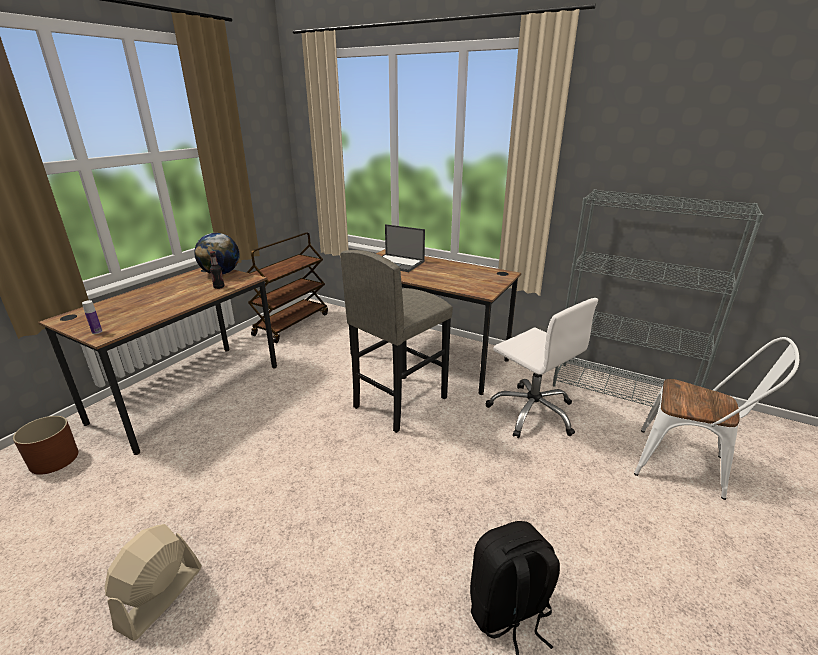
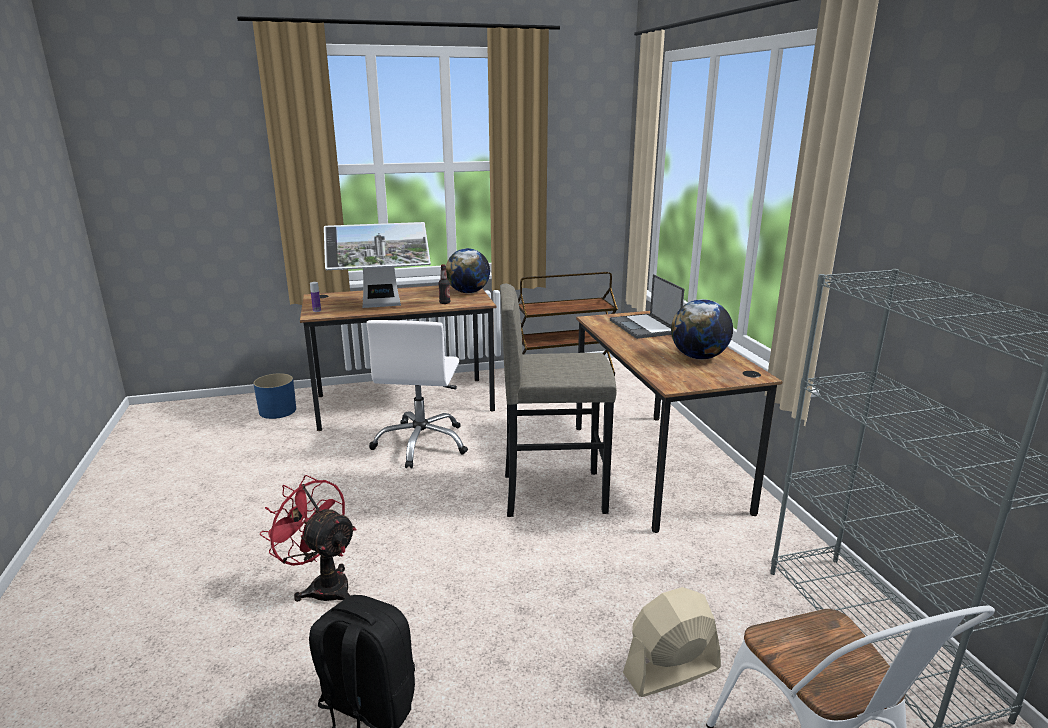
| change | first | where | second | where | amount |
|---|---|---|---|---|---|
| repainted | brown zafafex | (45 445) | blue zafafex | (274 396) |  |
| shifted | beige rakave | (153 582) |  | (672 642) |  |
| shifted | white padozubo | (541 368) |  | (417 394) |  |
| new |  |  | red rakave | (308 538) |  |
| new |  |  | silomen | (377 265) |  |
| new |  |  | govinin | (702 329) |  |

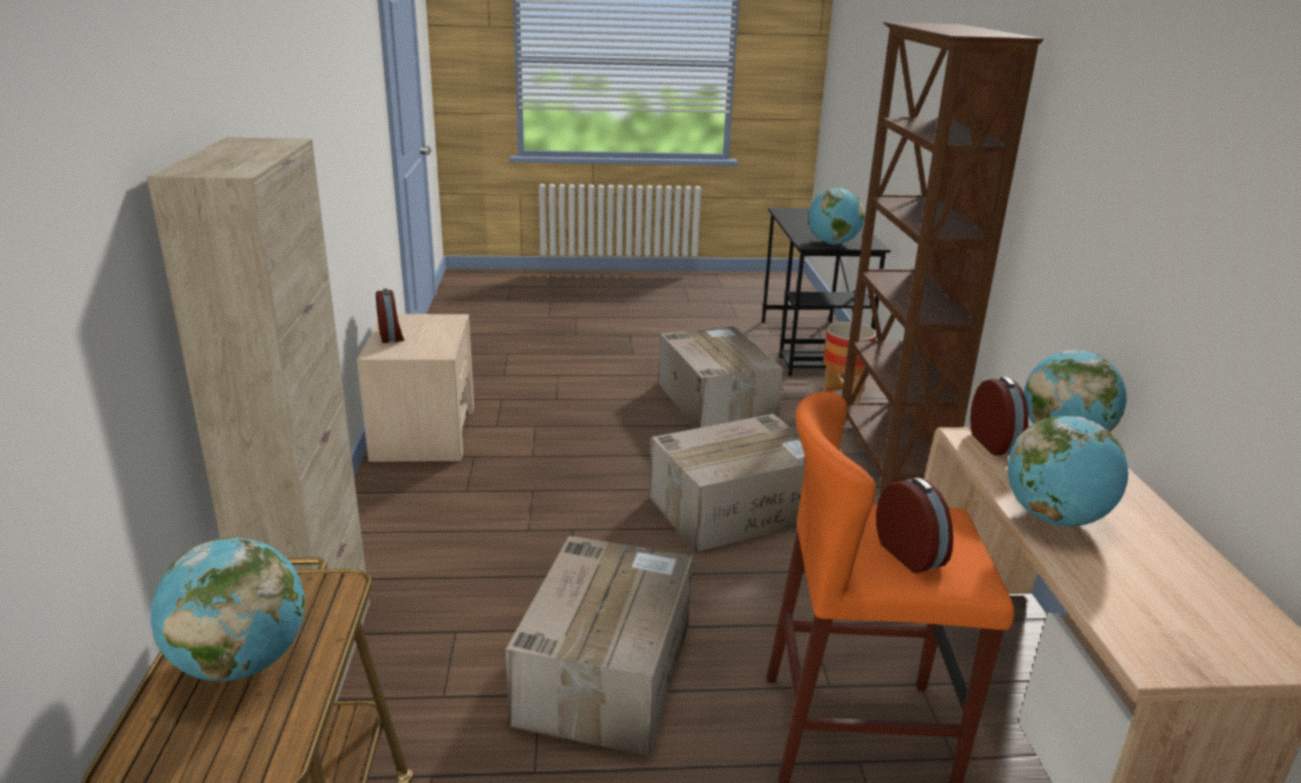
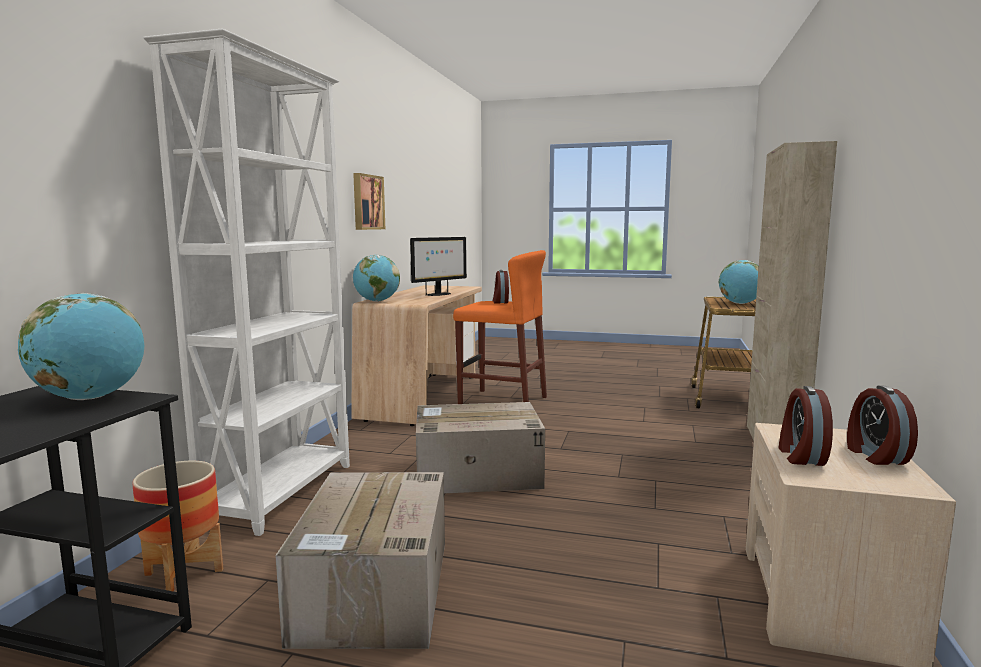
| change | first | where | second | where | amount |
|---|---|---|---|---|---|
| gone | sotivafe | (599 646) |  |  |  |
| repainted | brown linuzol | (942 258) | white linuzol | (246 282) |  |
| shifted | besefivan | (999 416) |  | (806 426) |  |
| swapped | govinin | (1068 471) | silomen | (438 266) |  |
| new |  |  | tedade | (369 201) |  |

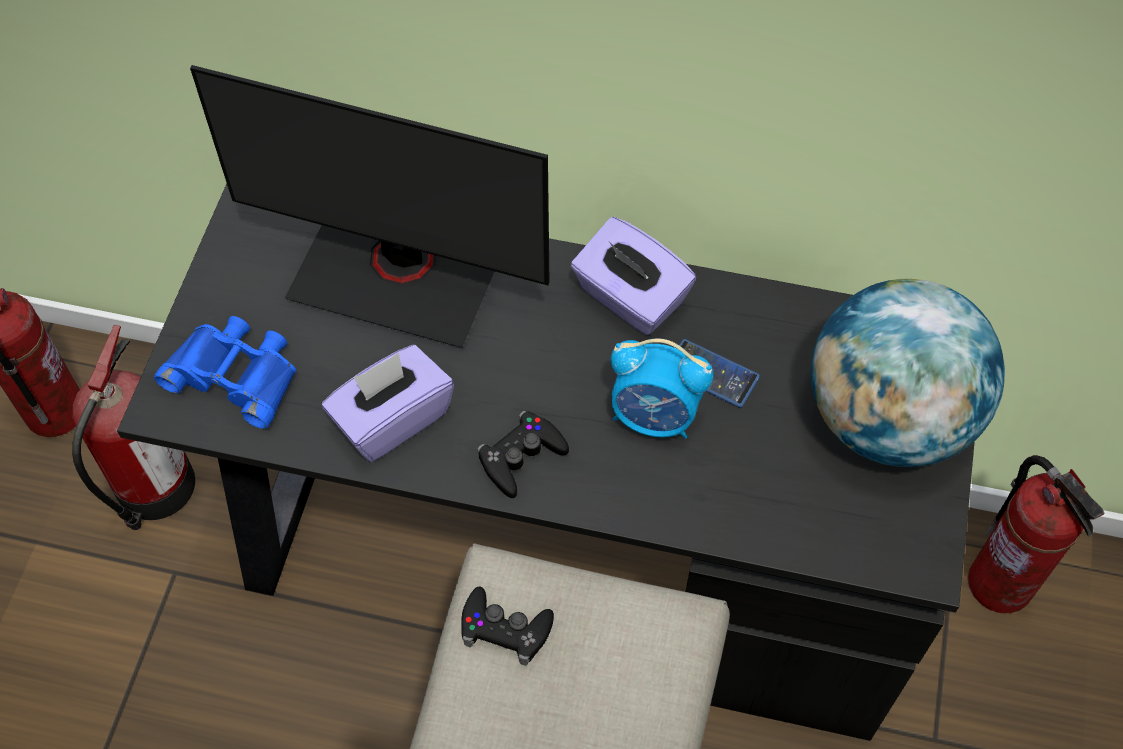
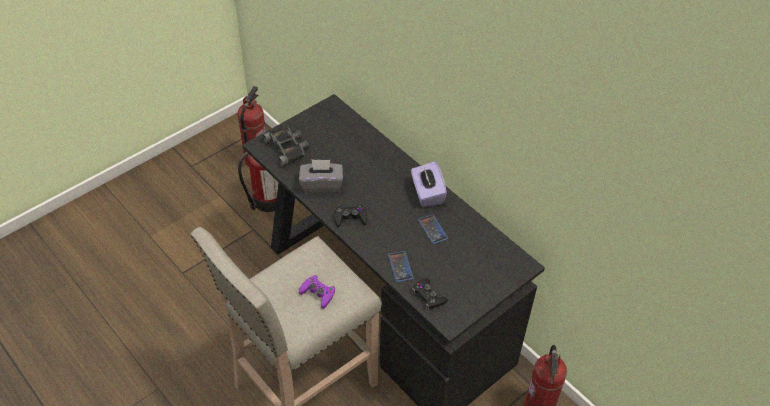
| change | first | where | second | where | amount |
|---|---|---|---|---|---|
| repainted | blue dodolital | (225 372) | black dodolital | (286 147) |  |
| gone | silomen | (370 206) |  |  |  |
| repainted | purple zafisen | (388 403) | grey zafisen | (321 176) |  |
| shifted | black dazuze | (507 626) |  | (430 294) |  |
| gone | besefivan | (662 389) |  |  |  |
| gone | govinin | (908 373) |  |  |  |
| new |  |  | purple dazuze | (317 292) |  |
| new |  |  | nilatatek | (401 266) |  |

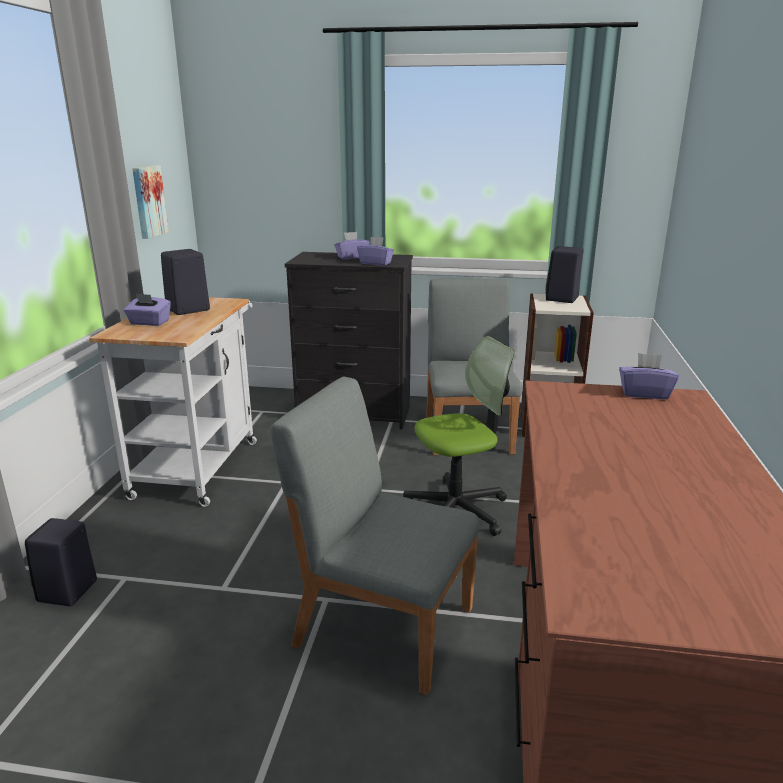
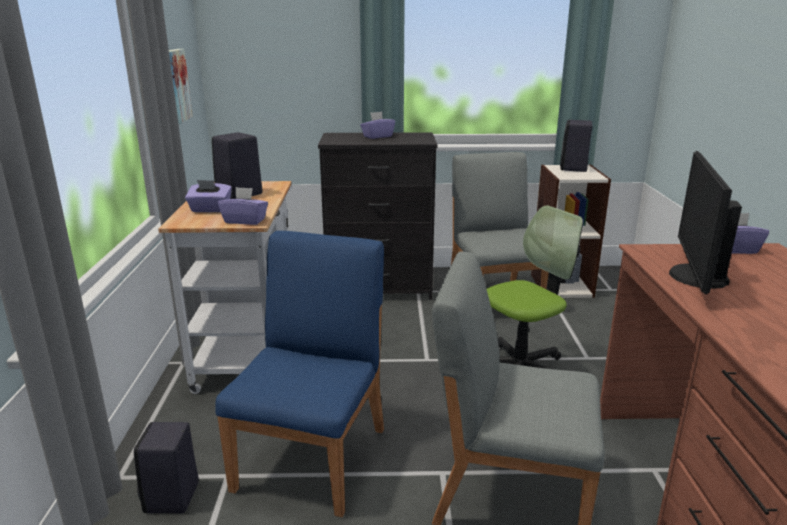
| change | first | where | second | where | amount |
|---|---|---|---|---|---|
| shifted | purple zafisen | (375 251) |  | (243 206) |  |
| new |  |  | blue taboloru | (299 374) |  |
| new |  |  | silomen | (705 222) |  |

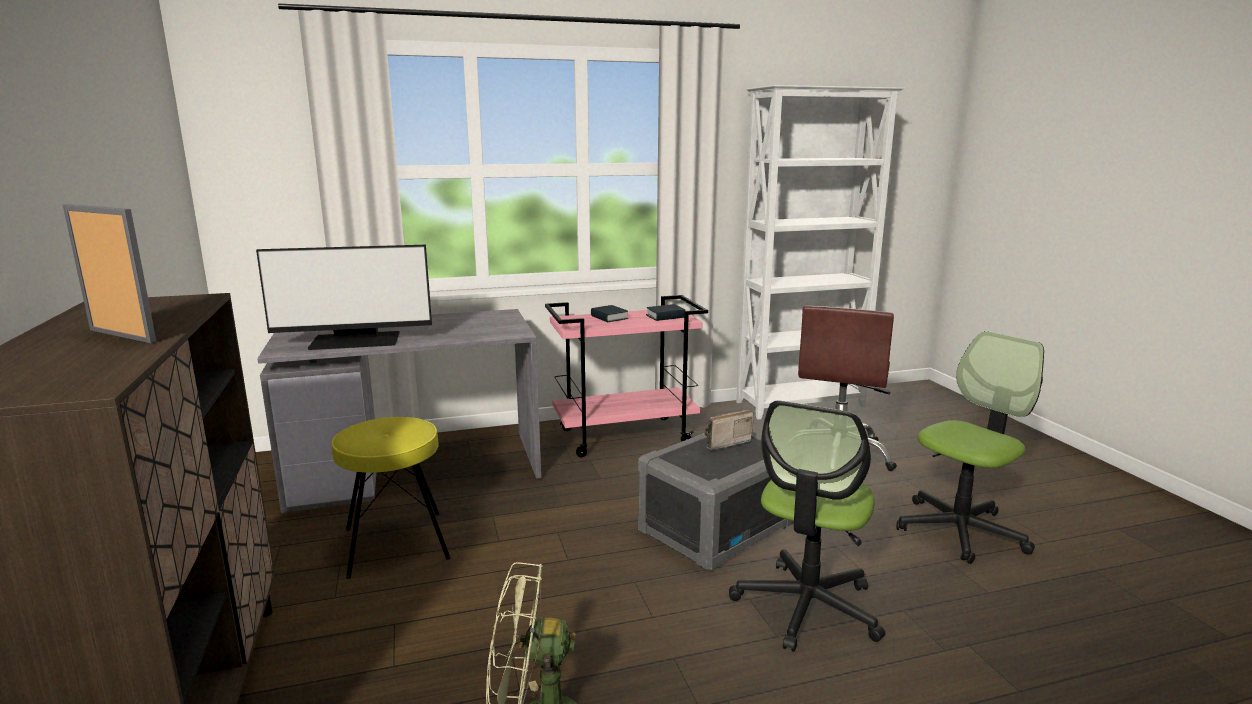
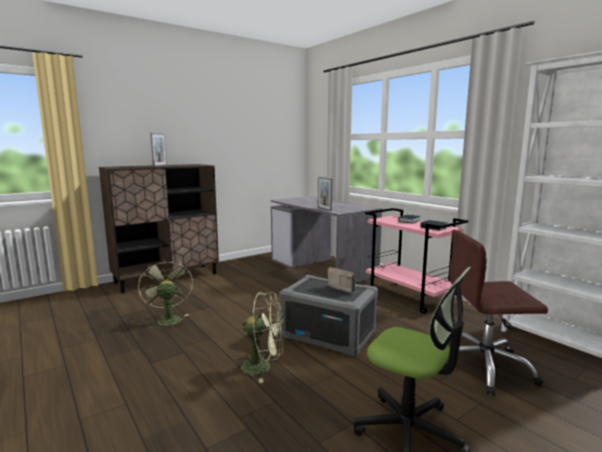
| change | first | where | second | where | amount |
|---|---|---|---|---|---|
| gone | silomen | (344 297) |  |  |  |
| gone | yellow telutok | (391 498) |  |  |  |
| swapped | padozubo | (807 526) | green rakave | (259 337) |  |
| new |  |  | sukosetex | (325 194) |  |

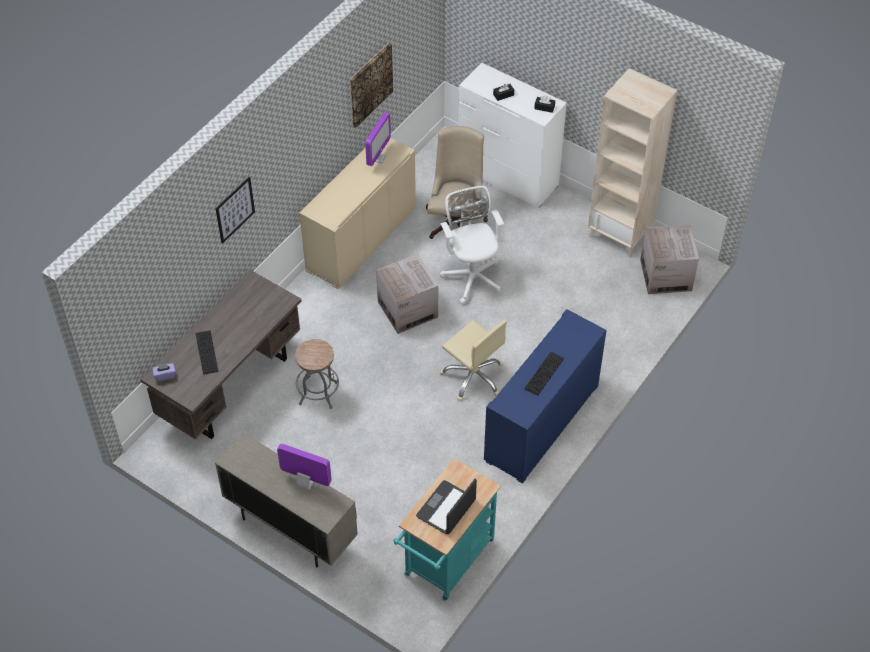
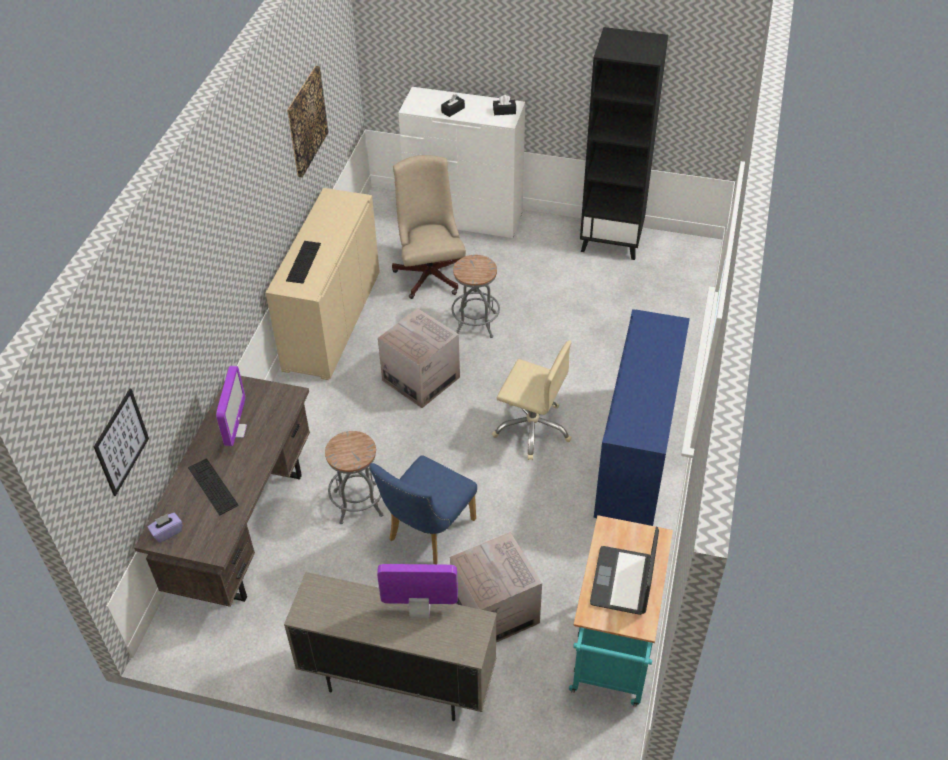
| change | first | where | second | where | amount |
|---|---|---|---|---|---|
| shifted | tedade | (235 210) |  | (121 442) |  |
| shifted | silomen | (378 139) |  | (231 406) |  |
| swapped | white padozubo | (472 245) | grey telutok | (476 296) |  |
| shifted | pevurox | (544 374) |  | (303 262) |  |
| repainted | beige linuzol | (632 163) | black linuzol | (624 143) |  |
| shifted | sotivafe | (669 259) |  | (496 587) |  |
| new |  |  | blue taboloru | (423 509) |  |

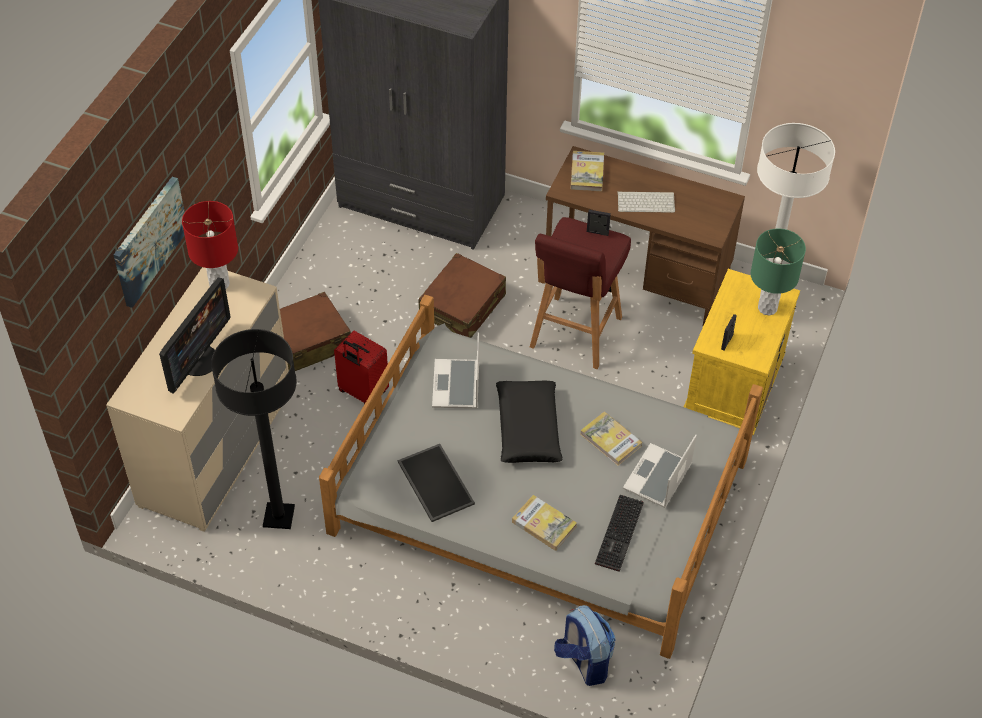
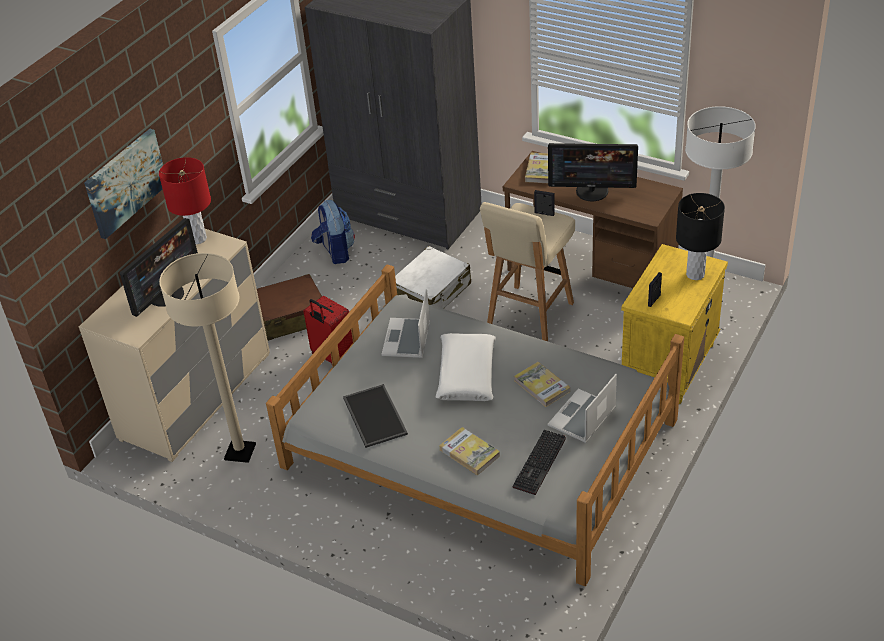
| change | first | where | second | where | amount |
|---|---|---|---|---|---|
| repainted | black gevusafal | (254 429) | beige gevusafal | (207 358) |  |
| repainted | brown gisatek | (462 295) | white gisatek | (433 277) |  |
| repainted | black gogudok | (529 422) | white gogudok | (465 367) |  |
| repainted | red telutok | (580 293) | beige telutok | (527 271) |  |
| shifted | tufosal | (585 645) |  | (333 232) |  |
| swapped | pevurox | (646 202) | silomen | (593 172) |  |
| repainted | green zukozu | (778 272) | black zukozu | (700 236) |  |

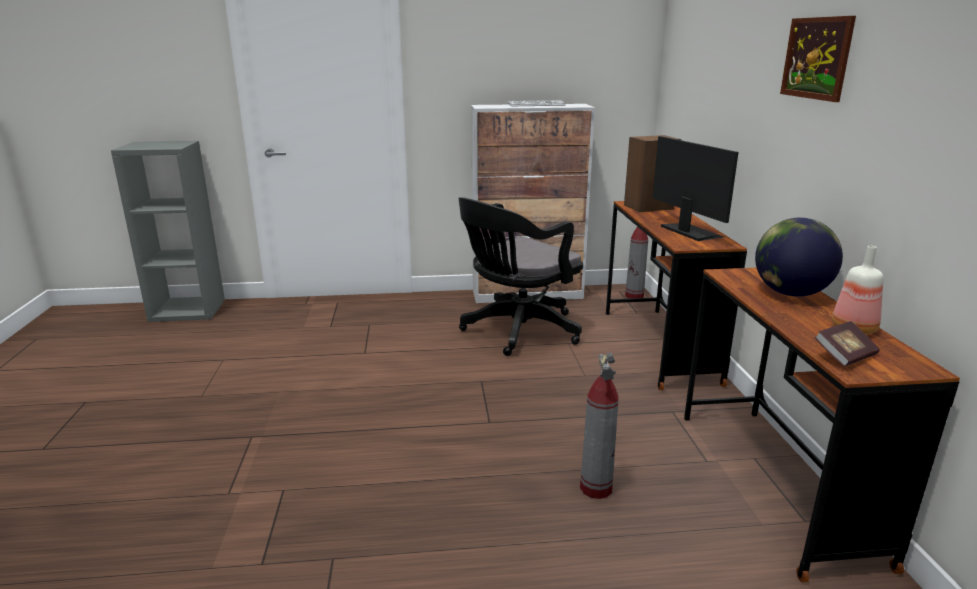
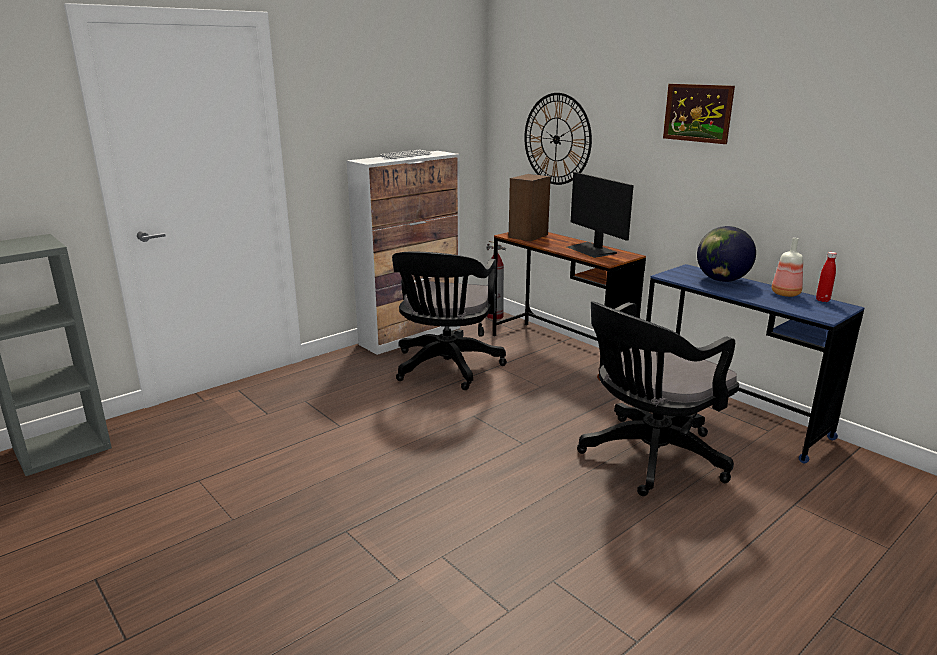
| change | first | where | second | where | amount |
|---|---|---|---|---|---|
| swapped | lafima | (599 425) | black padozubo | (658 398) |  |
| rotated | silomen | (695 188) |  | (600 215) | 150 degrees counterclockwise |
| repainted | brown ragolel | (822 425) | blue ragolel | (755 363) |  |
| gone | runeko | (847 344) |  |  |  |
| new |  |  | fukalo | (558 139) |  |
| new |  |  | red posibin | (826 277) |  |

